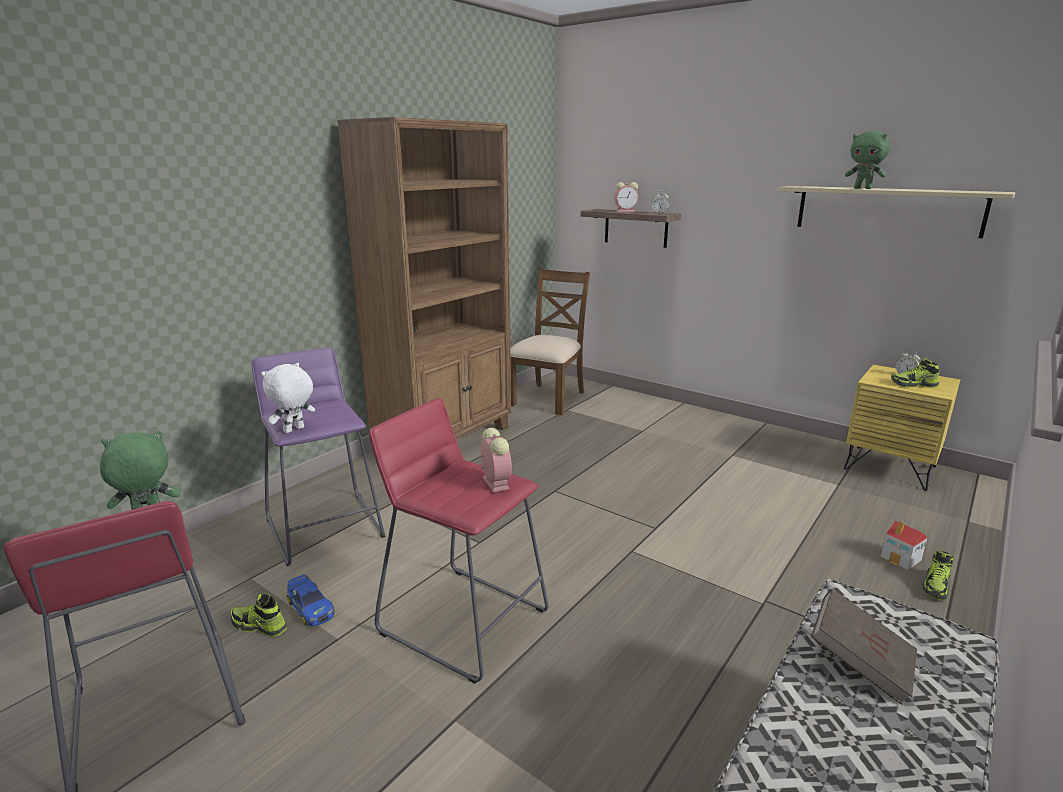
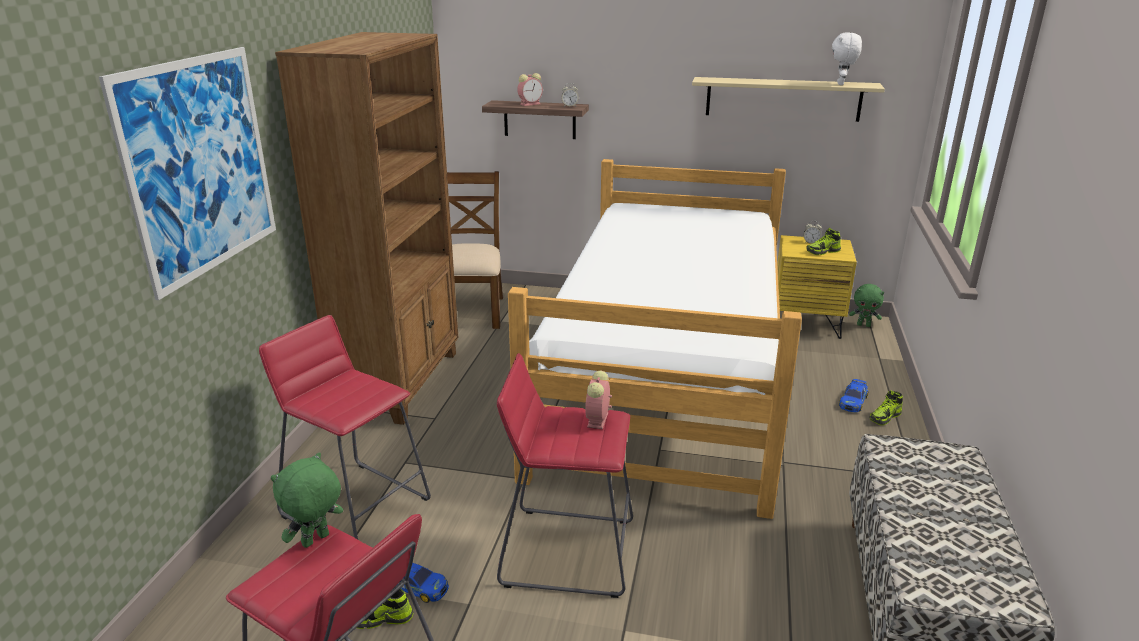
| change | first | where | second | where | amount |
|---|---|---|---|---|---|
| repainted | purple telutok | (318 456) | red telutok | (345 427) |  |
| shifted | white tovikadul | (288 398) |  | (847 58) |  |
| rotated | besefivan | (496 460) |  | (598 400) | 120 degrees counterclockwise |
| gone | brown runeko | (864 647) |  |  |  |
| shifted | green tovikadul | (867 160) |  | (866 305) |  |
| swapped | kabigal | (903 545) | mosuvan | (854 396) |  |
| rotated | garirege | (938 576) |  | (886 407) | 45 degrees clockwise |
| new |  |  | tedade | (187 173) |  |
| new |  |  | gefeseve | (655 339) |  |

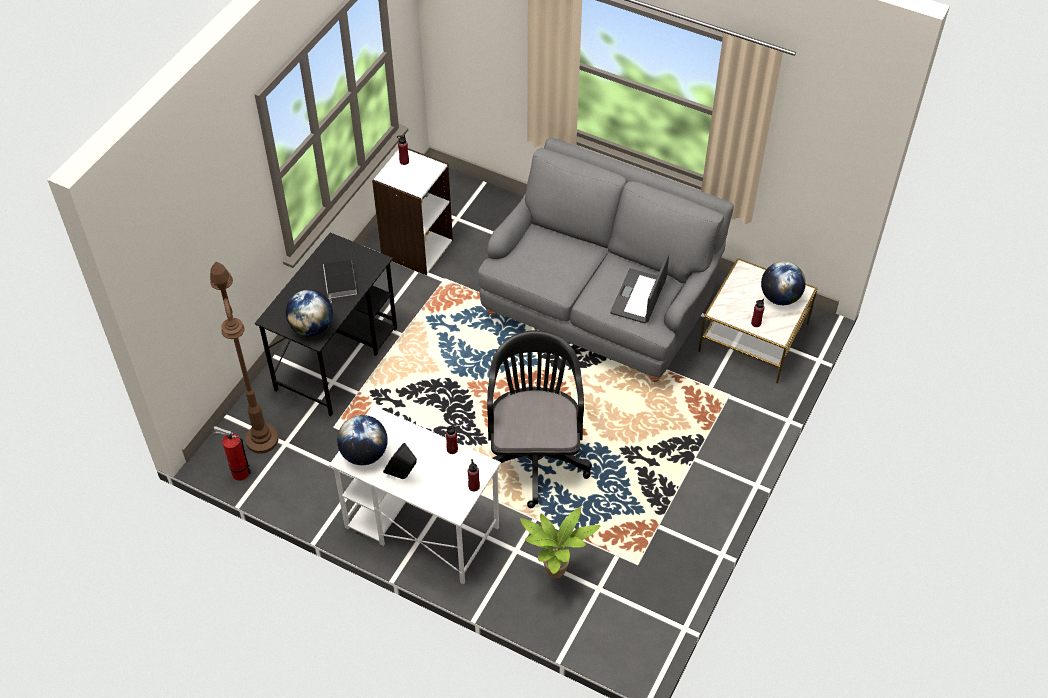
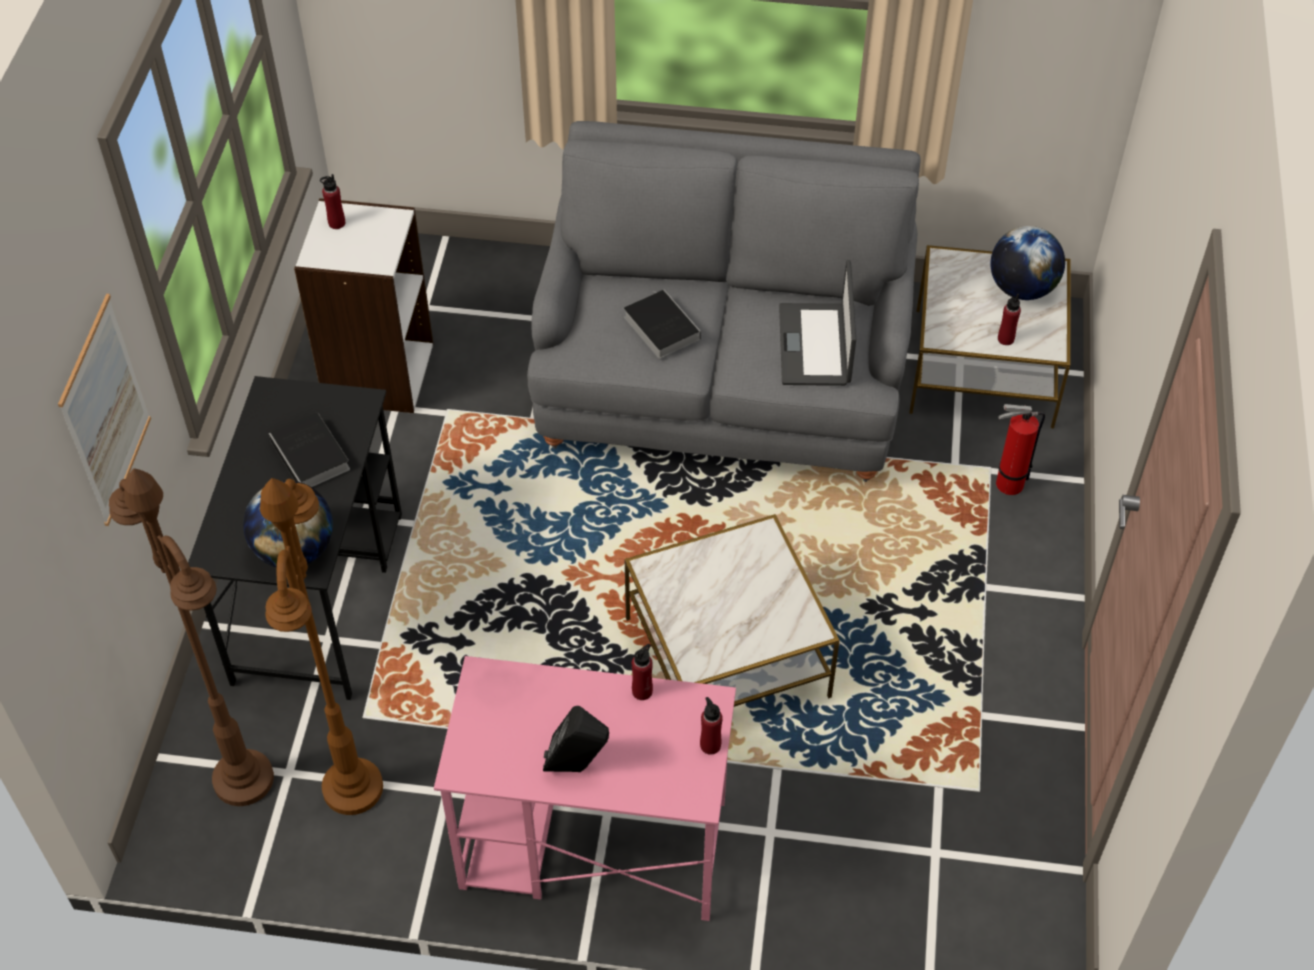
| change | first | where | second | where | amount |
|---|---|---|---|---|---|
| shifted | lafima | (232 453) |  | (1020 449) |  |
| repainted | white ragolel | (415 494) | pink ragolel | (585 788) |  |
| gone | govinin | (362 440) |  |  |  |
| swapped | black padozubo | (539 419) | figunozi | (732 610) |  |
| gone | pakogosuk | (560 542) |  |  |  |
| new |  |  | tedade | (104 410) |  |
| new |  |  | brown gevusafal | (321 646) |  |
| new |  |  | runeko | (662 324) |  |

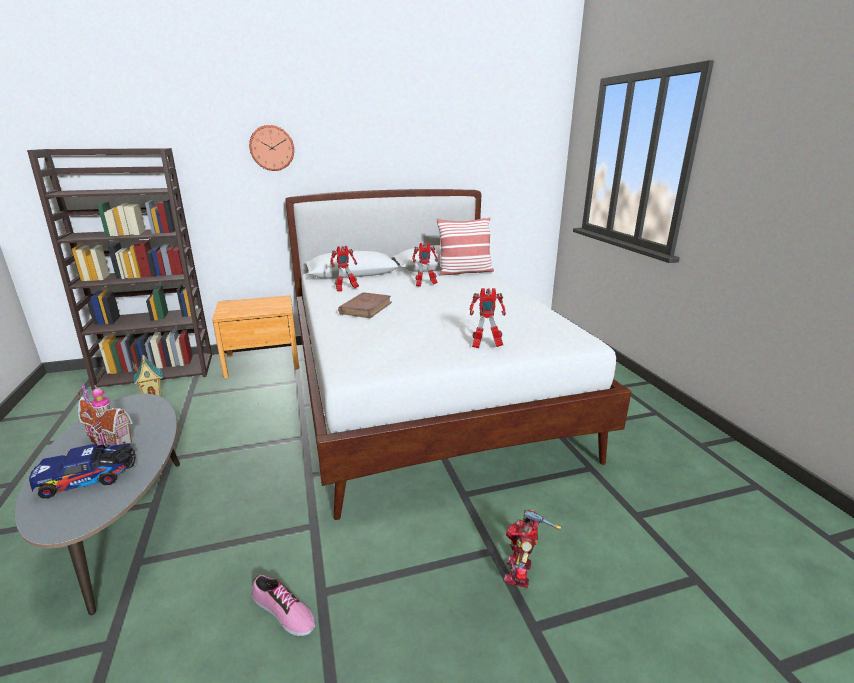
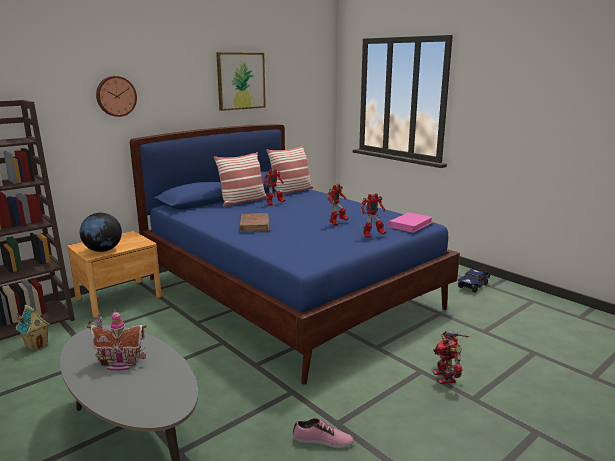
| change | first | where | second | where | amount |
|---|---|---|---|---|---|
| shifted | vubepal | (82 471) |  | (474 280) |  |
| repainted | white gefeseve | (458 354) | blue gefeseve | (295 254) |  |
| shifted | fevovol | (344 269) |  | (338 204) |  |
| new |  |  | govinin | (101 232) |  |
| new |  |  | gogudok | (240 179) |  |
| new |  |  | tedade | (241 81) |  |
| new |  |  | pink runeko | (410 222) |  |

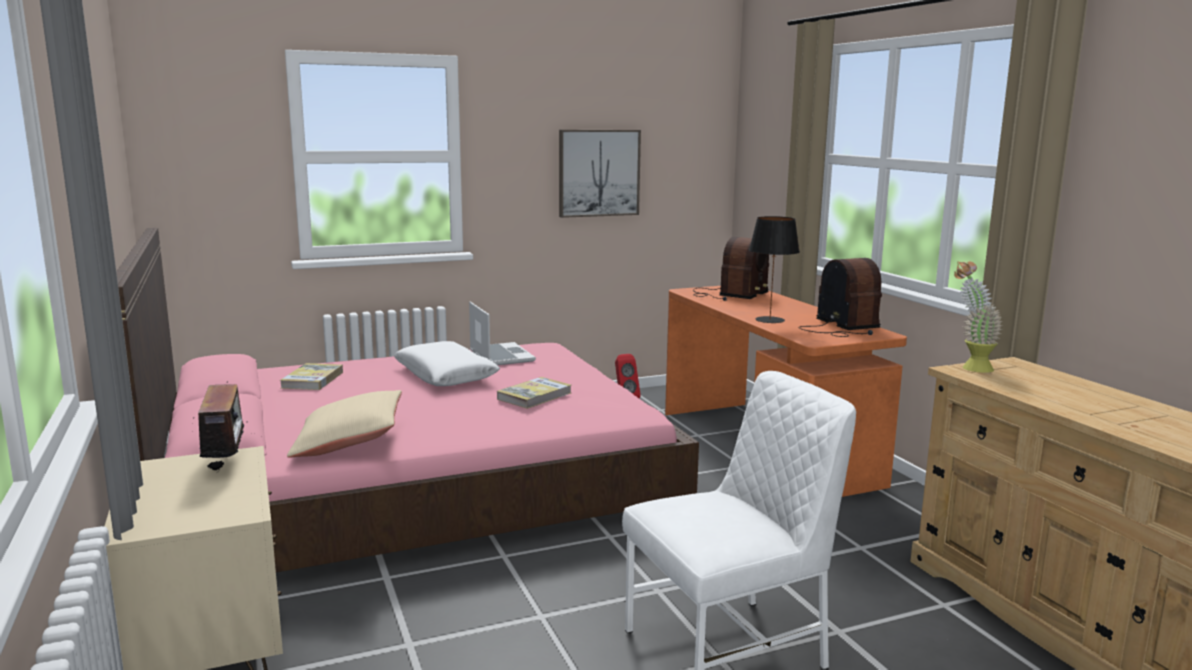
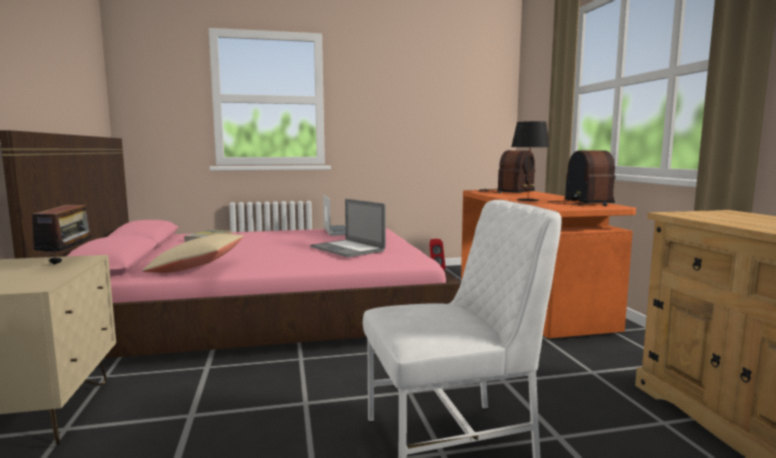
| change | first | where | second | where | amount |
|---|---|---|---|---|---|
| gone | white gogudok | (447 363) |  |  |  |
| swapped | runeko | (534 393) | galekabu | (348 228) |  |
| gone | tedade | (600 174) |  |  |  |
| gone | pakogosuk | (978 317) |  |  |  |

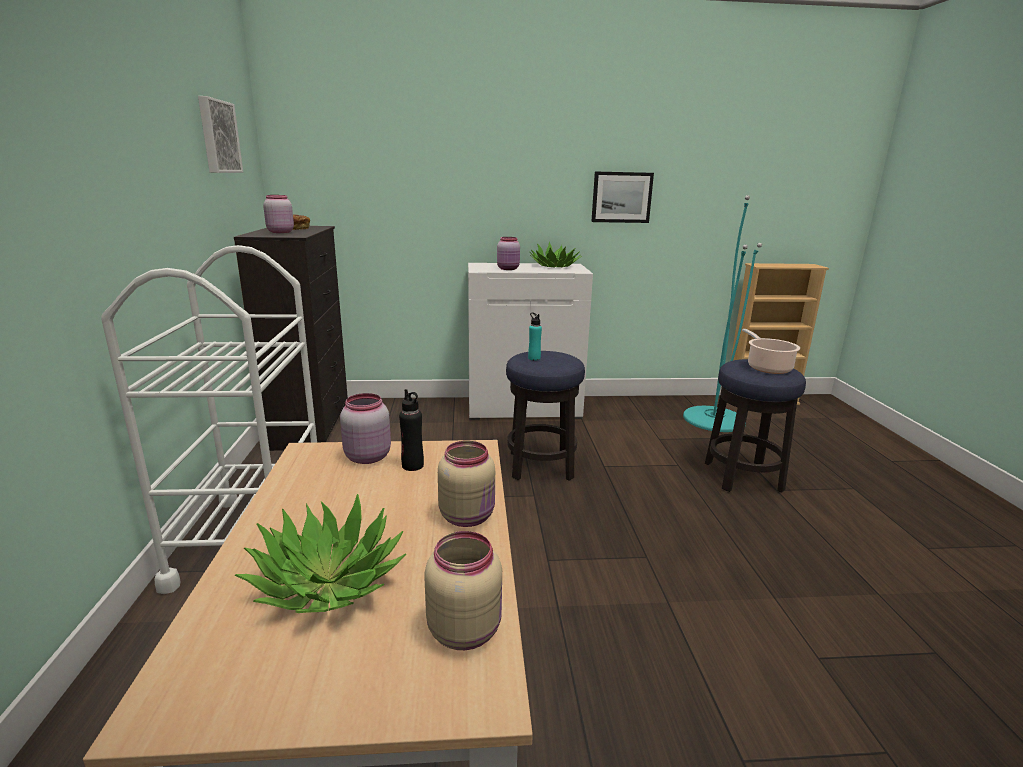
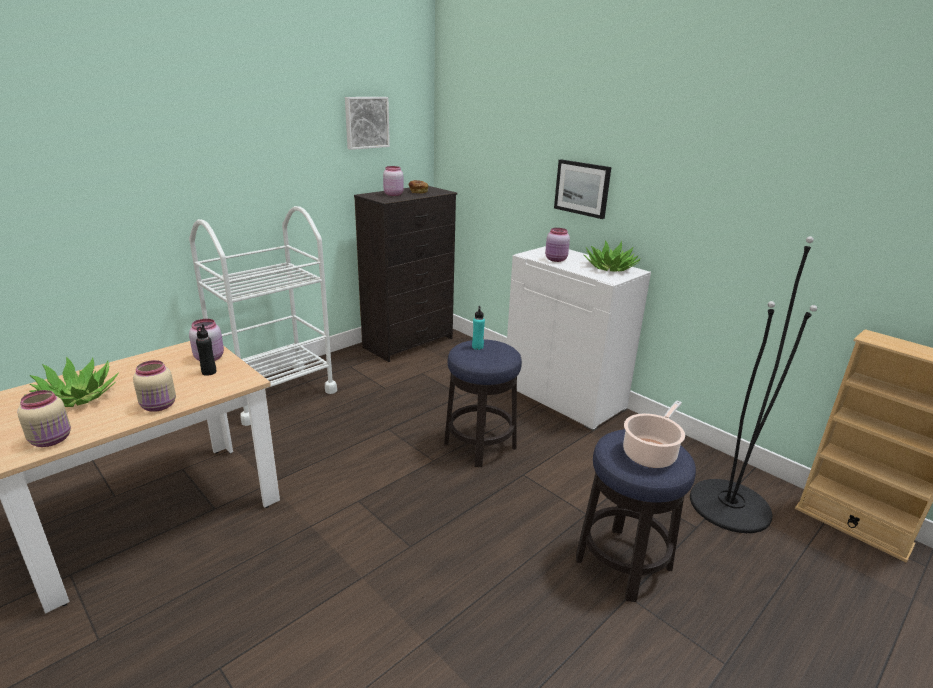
| change | first | where | second | where | amount |
|---|---|---|---|---|---|
| shifted | tedade | (622 197) |  | (582 189) |  |
| repainted | turquoise gevusafal | (722 313) | black gevusafal | (753 384) |  |

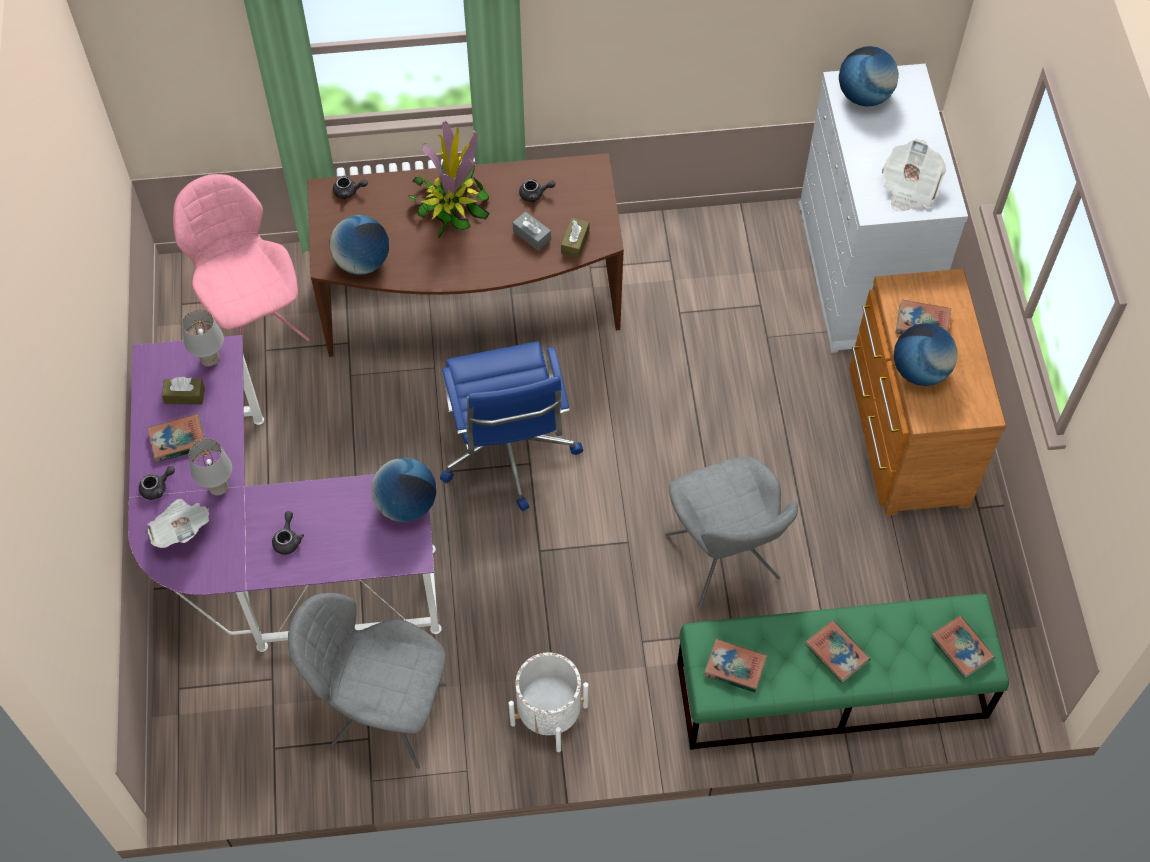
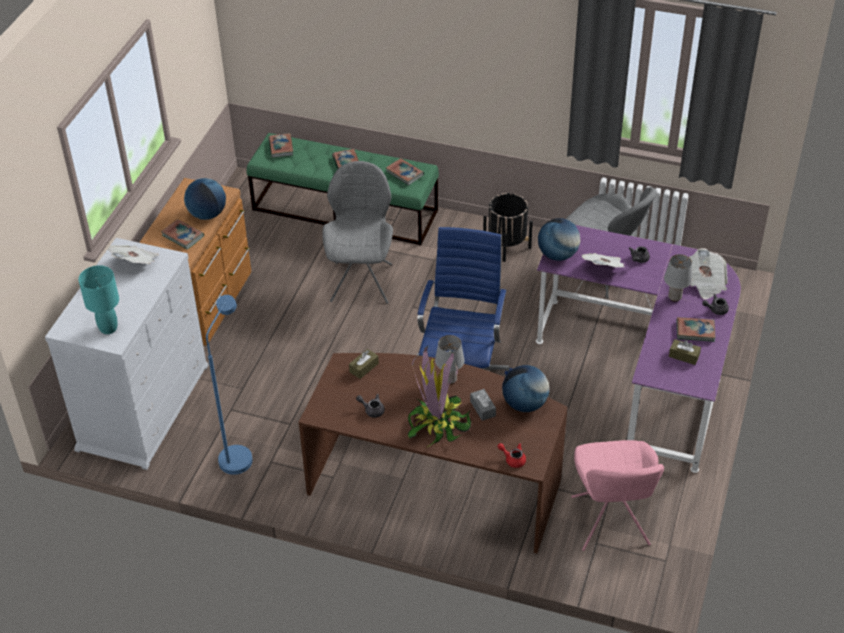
| change | first | where | second | where | amount |
|---|---|---|---|---|---|
| shifted | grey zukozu | (203 338) |  | (449 359) |  |
| repainted | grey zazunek | (350 187) | red zazunek | (511 455) |  |
| repainted | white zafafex | (548 702) | black zafafex | (508 227) |  |
| shifted | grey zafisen | (532 231) |  | (483 405) |  |
| swapped | govinin | (869 76) | turquoise zukozu | (99 299) |  |
| new |  |  | blue gevusafal | (229 385) |  |
| new |  |  | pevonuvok | (603 260) |  |

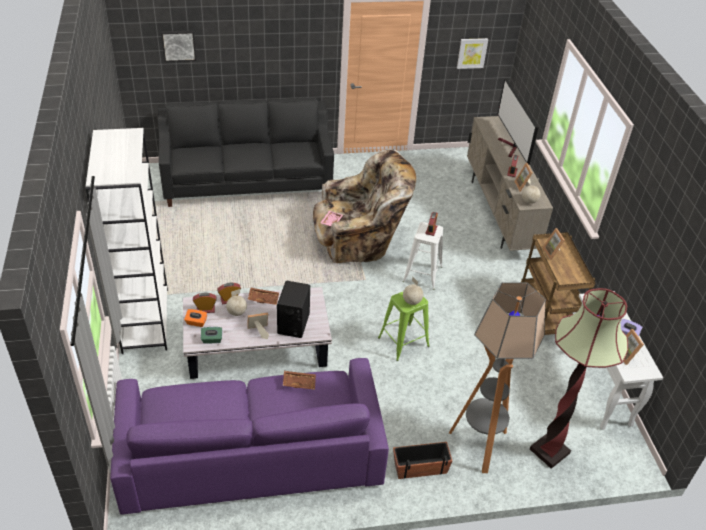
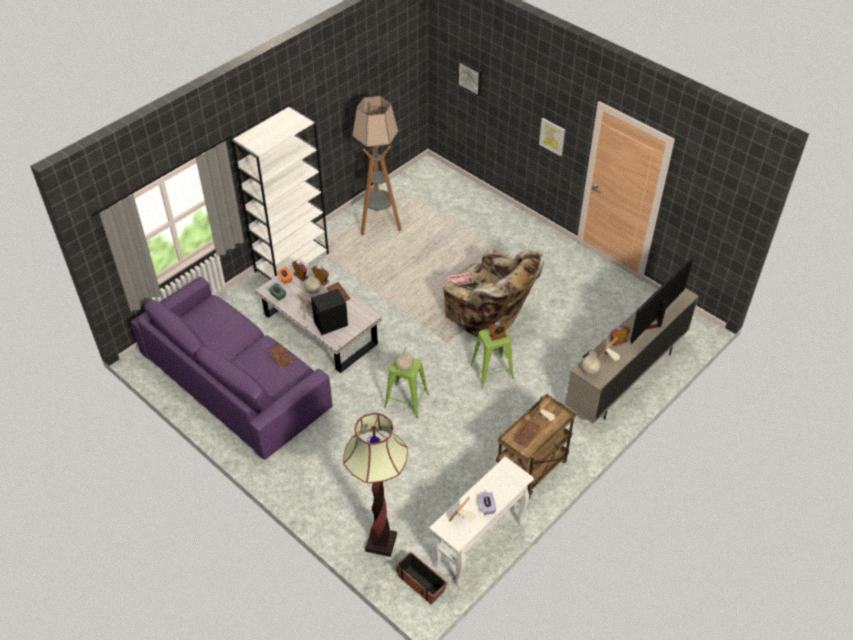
| change | first | where | second | where | amount |
|---|---|---|---|---|---|
| gone | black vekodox | (245 152) |  |  |  |
| shifted | zafafex | (422 460) |  | (422 578) |  |
| repainted | white telutok | (423 256) | green telutok | (492 358) |  |
| shifted | gevusafal | (497 377) |  | (376 166) |  |
| shifted | tedade | (472 53) |  | (552 137) |  |
| new |  |  | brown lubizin | (527 433) |  |

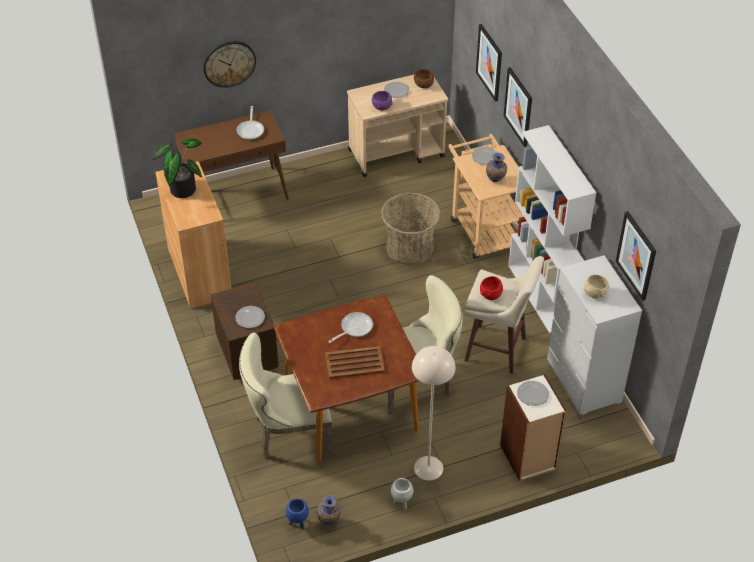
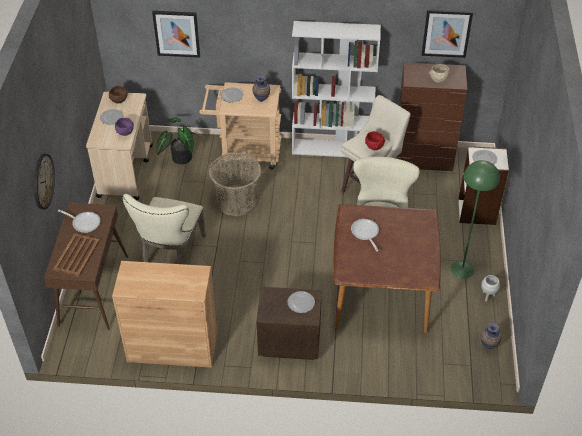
| change | first | where | second | where | amount |
|---|---|---|---|---|---|
| shifted | pakogosuk | (177 168) |  | (176 141) |  |
| shifted | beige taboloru | (286 395) |  | (164 229) |  |
| gone | blue zafafex | (297 514) |  |  |  |
| shifted | brown lubizin | (355 362) |  | (76 255) |  |
| repainted | beige gevusafal | (434 413) | green gevusafal | (475 219) |  |
| gone | tedade | (517 107) |  |  |  |
| repainted | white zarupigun | (594 335) | brown zarupigun | (431 116) |  |

